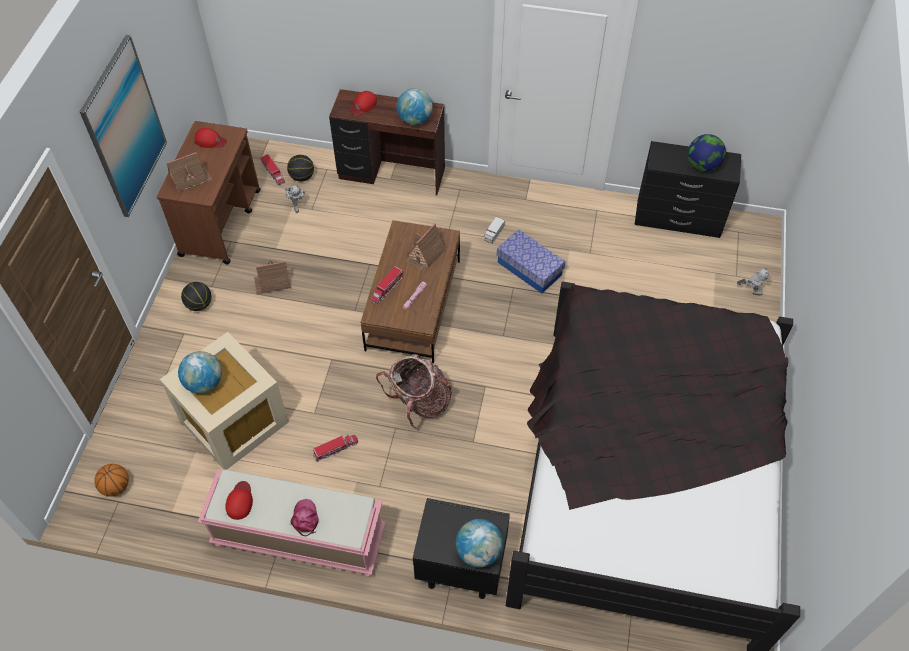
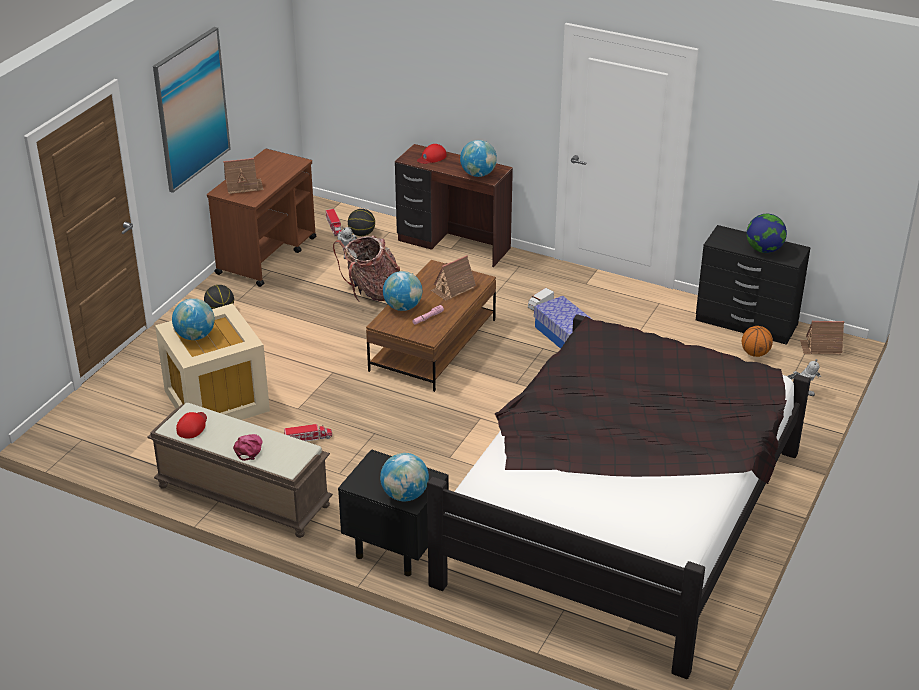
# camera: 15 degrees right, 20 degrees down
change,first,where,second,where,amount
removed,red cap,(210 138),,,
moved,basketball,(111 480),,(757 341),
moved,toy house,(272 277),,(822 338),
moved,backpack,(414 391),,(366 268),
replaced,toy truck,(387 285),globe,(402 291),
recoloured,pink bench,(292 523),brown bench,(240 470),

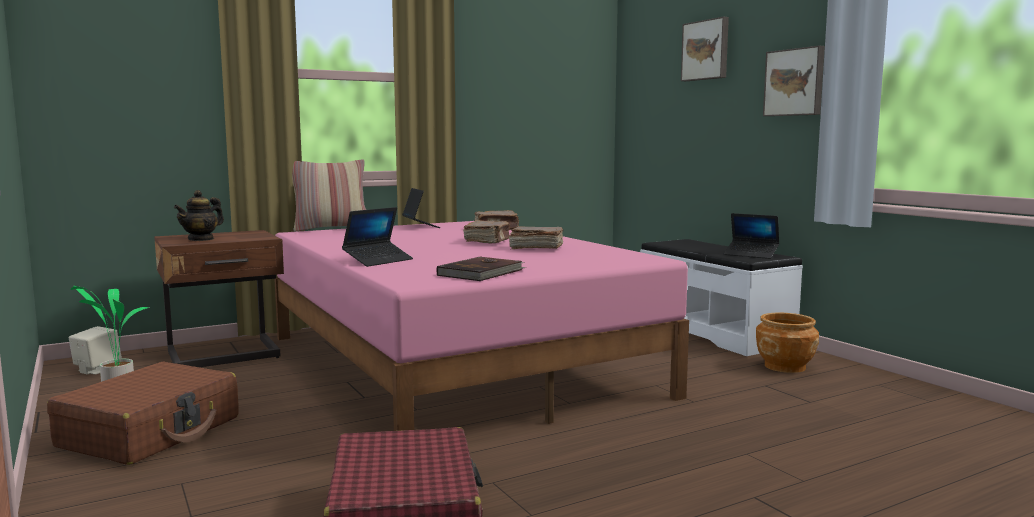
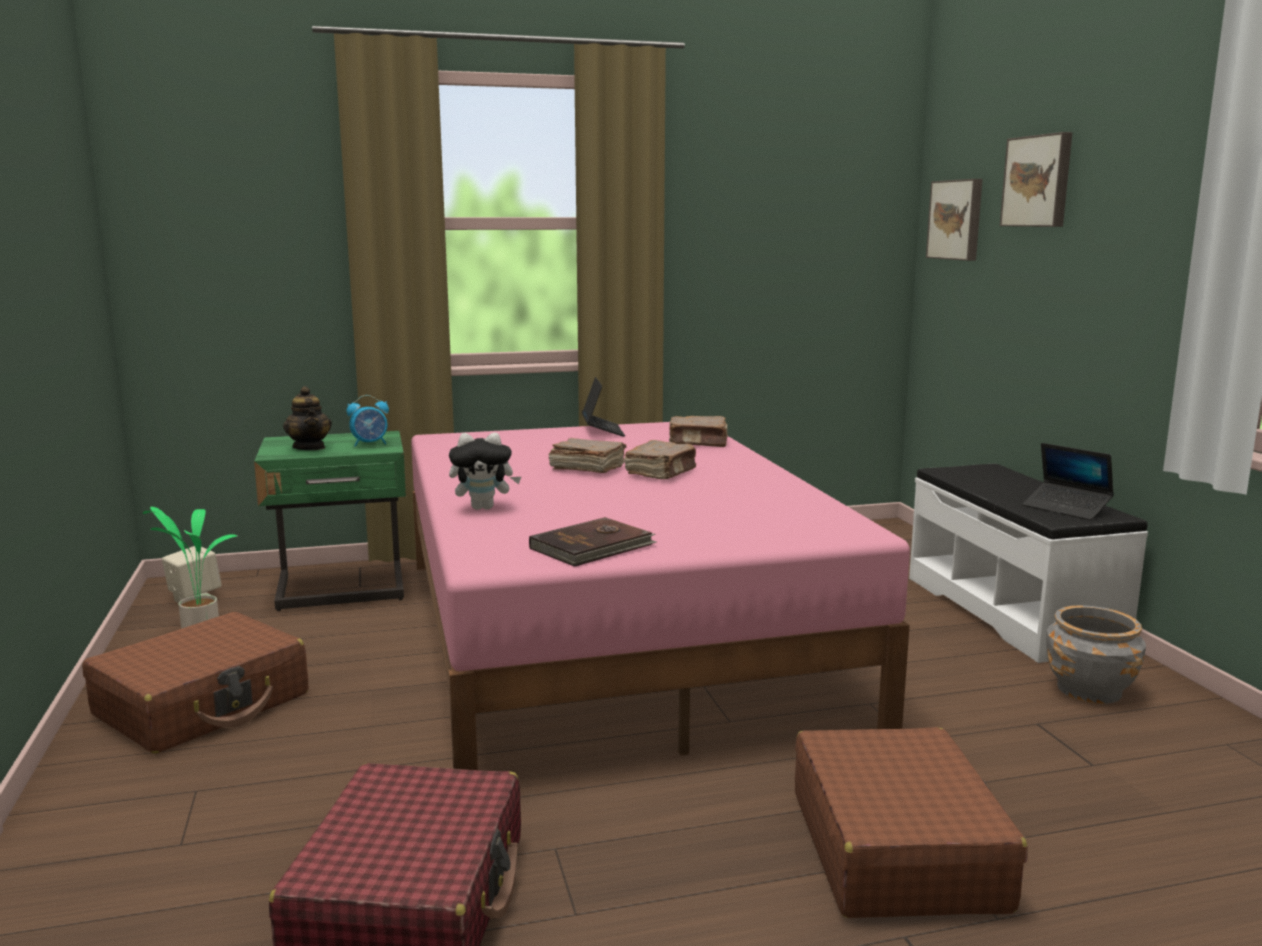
# camera: 15 degrees right, 5 degrees up
change,first,where,second,where,amount
removed,pillow,(329 195),,,
added,,,alarm clock,(368 421),
added,,,brown suitcase,(911 822),
moved,brown book,(536 237),,(587 455),
moved,picture,(794 80),,(954 220),
replaced,laptop,(377 237),plush toy,(485 471),
recoloured,brown nightstand,(219 298),green nightstand,(330 521),
recoloured,brown planter,(787 343),grey planter,(1096 654),
turned,teapot,(199 215),,(307 418),75 degrees counterclockwise

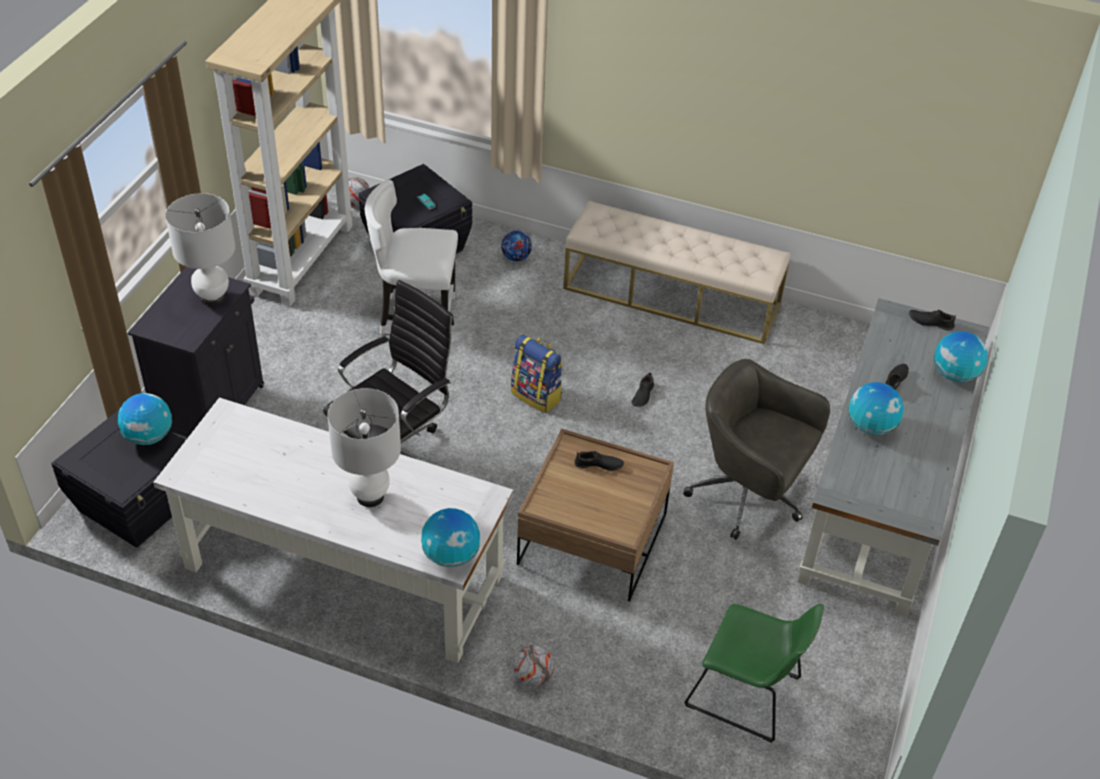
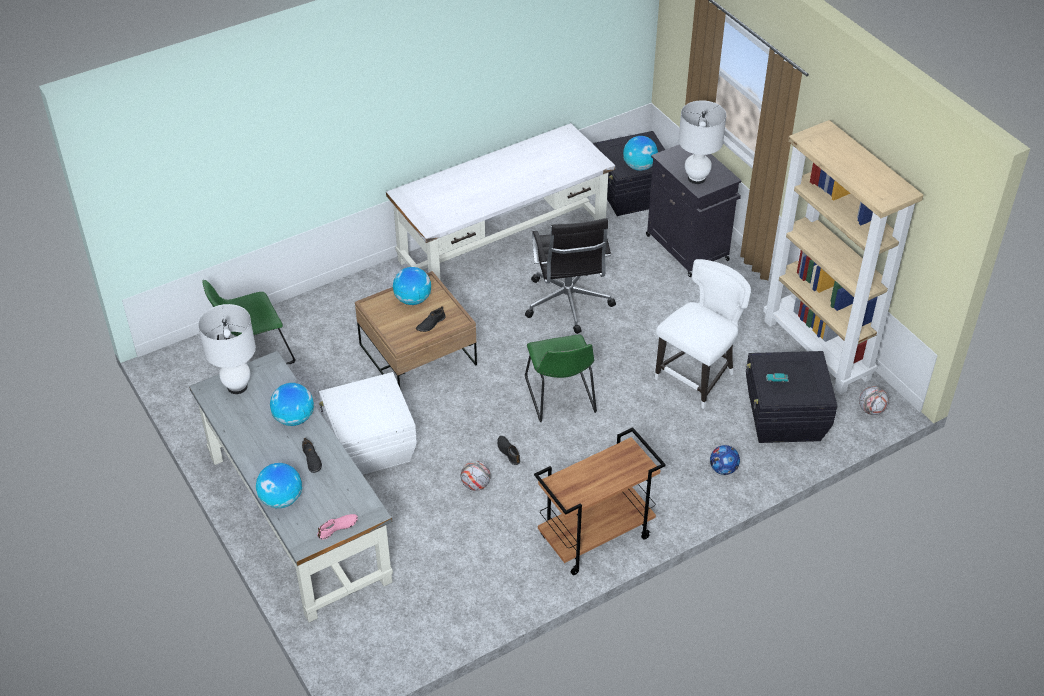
# camera: 130 degrees right, 0 degrees up
change,first,where,second,where,amount
moved,white table lamp,(364 447),,(227 349),
moved,globe,(450 537),,(412 286),
moved,football,(534 666),,(476 476),
replaced,backpack,(537 373),green chair,(561 378),
replaced,beige bench,(677 272),brown cart,(600 501),
replaced,grey office chair,(756 449),white storage box,(368 423),
recoloured,black shoe,(932 320),pink shoe,(337 527),

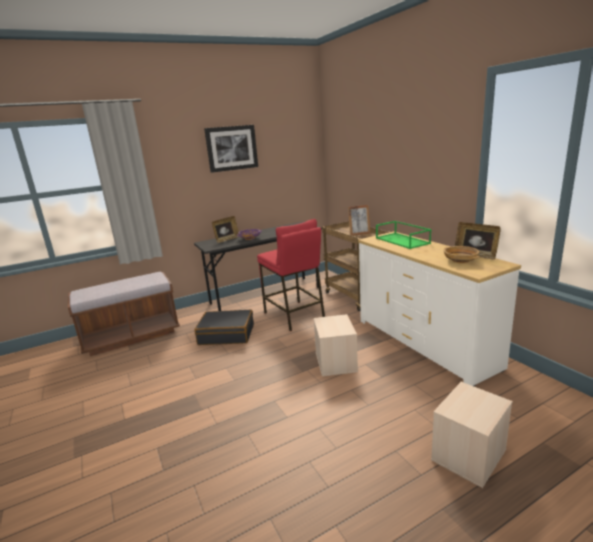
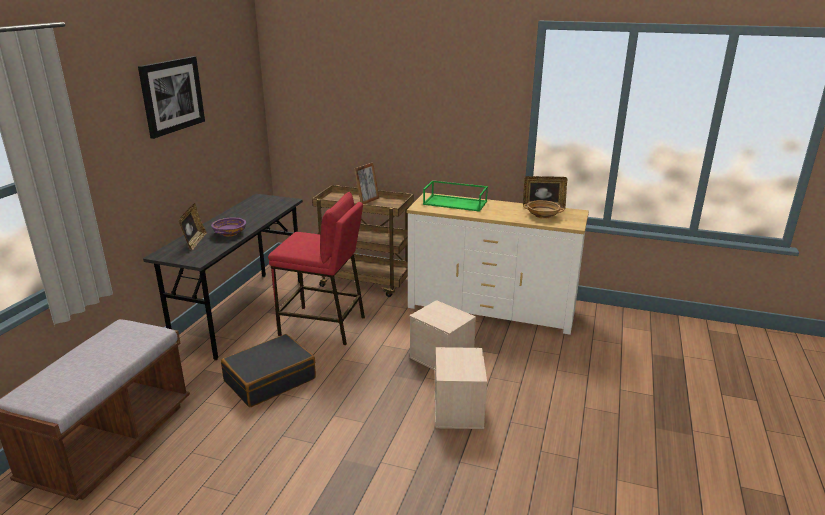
# camera: 45 degrees left, 5 degrees up
change,first,where,second,where,amount
moved,beige storage box,(472 435),,(461 388),

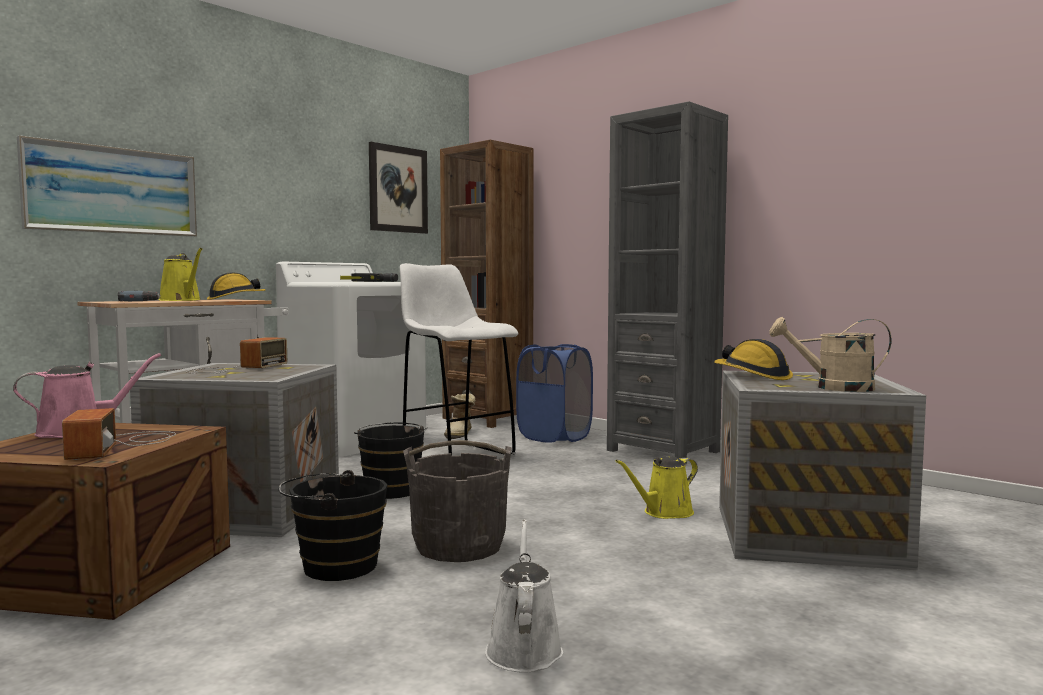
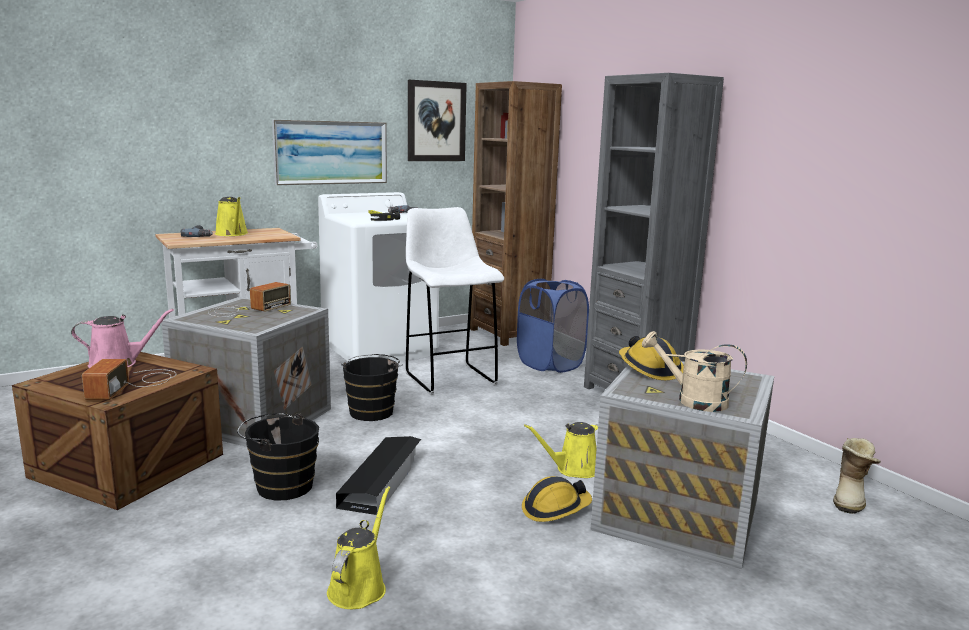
# camera: 15 degrees right, 10 degrees up
change,first,where,second,where,amount
moved,picture,(107 186),,(329 152),
moved,hard hat,(236 286),,(557 499),
moved,boot,(460 416),,(857 476),
replaced,grey bucket,(457 501),black storage box,(378 475),
recoloured,white watering can,(524 596),yellow watering can,(358 547),

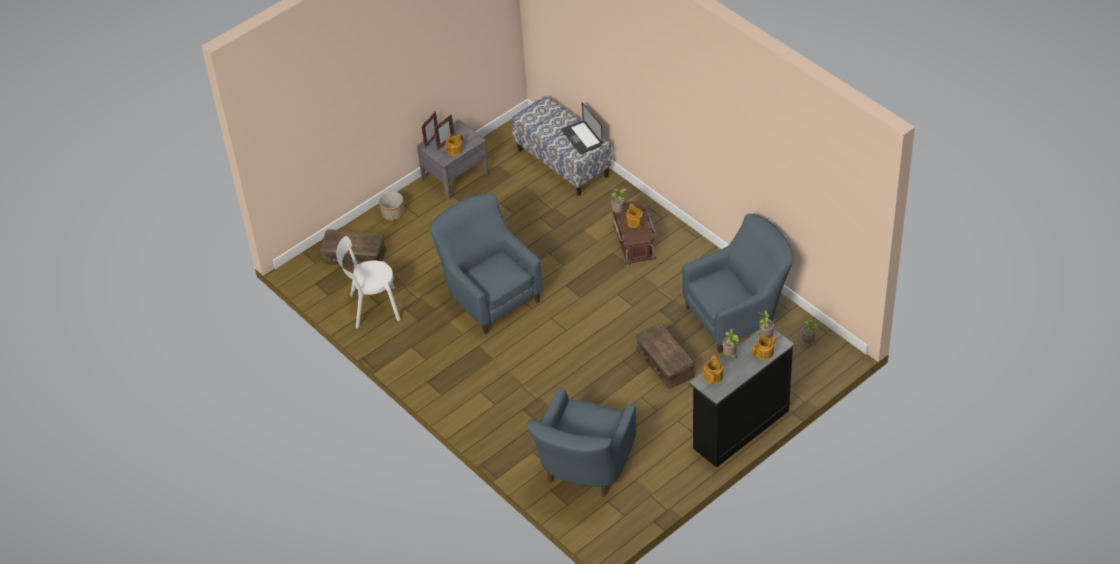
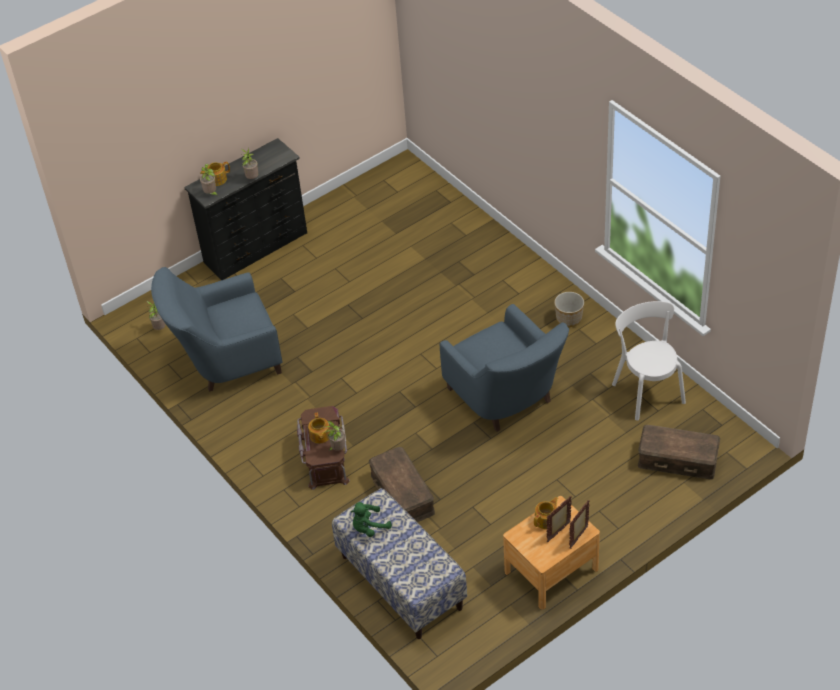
# camera: 175 degrees left, 0 degrees up
change,first,where,second,where,amount
removed,blue armchair,(581 442),,,
removed,teapot,(713 369),,,
moved,planter,(391 206),,(569 309),
moved,brown storage box,(665 356),,(402 484),
replaced,laptop,(582 128),green plush toy,(371 519),
recoloured,grey nightstand,(453 160),brown nightstand,(551 553),
turned,white chair,(368 282),,(649 361),105 degrees counterclockwise

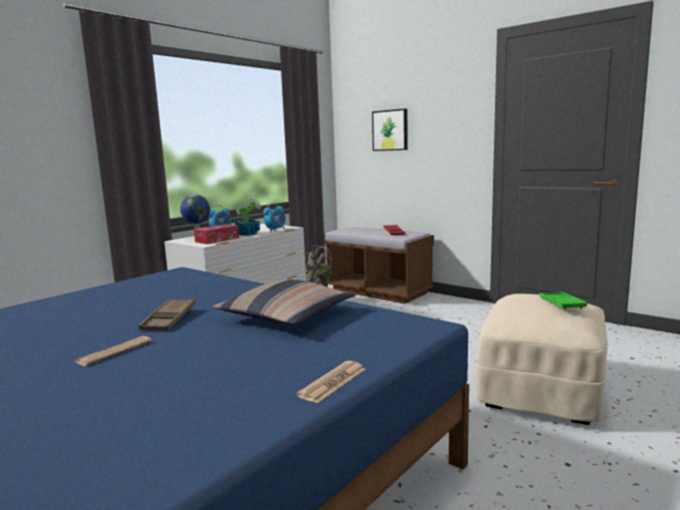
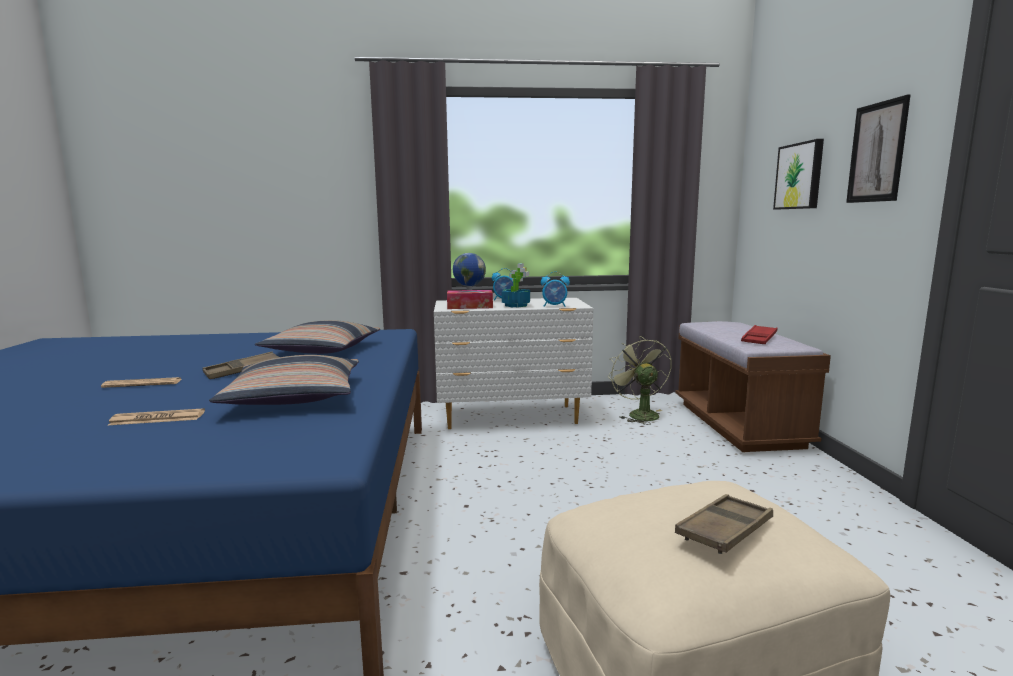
# camera: 45 degrees right, 0 degrees up
change,first,where,second,where,amount
added,,,pillow,(317 337),
added,,,picture,(878 148),
moved,newspaper,(331 382),,(156 417),
recoloured,green tray,(563 301),brown tray,(724 524),

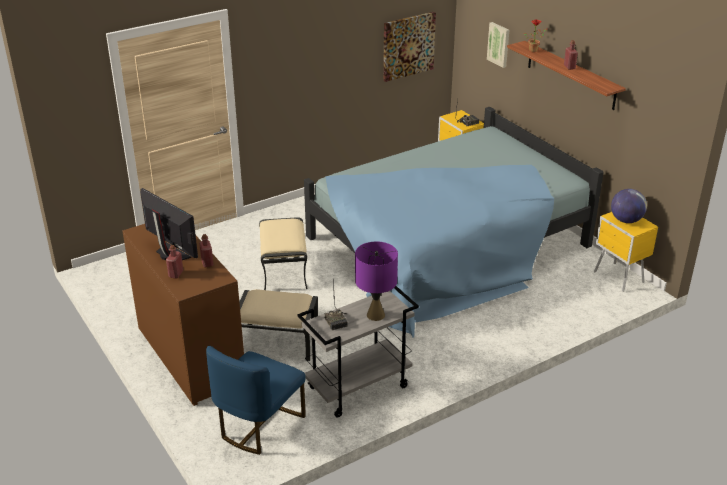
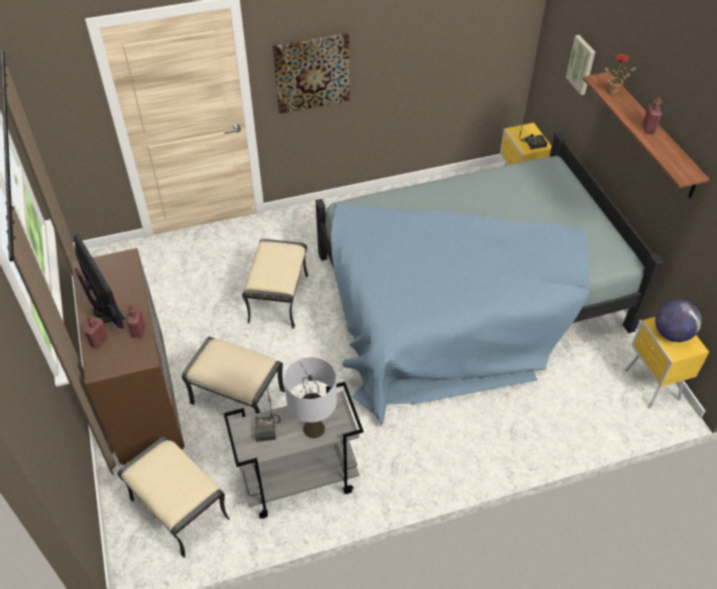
# camera: 15 degrees right, 15 degrees up
change,first,where,second,where,amount
moved,picture,(409 47),,(311 73),
replaced,blue chair,(256 400),beige ottoman,(173 497),
recoloured,purple table lamp,(376 281),grey table lamp,(310 397),

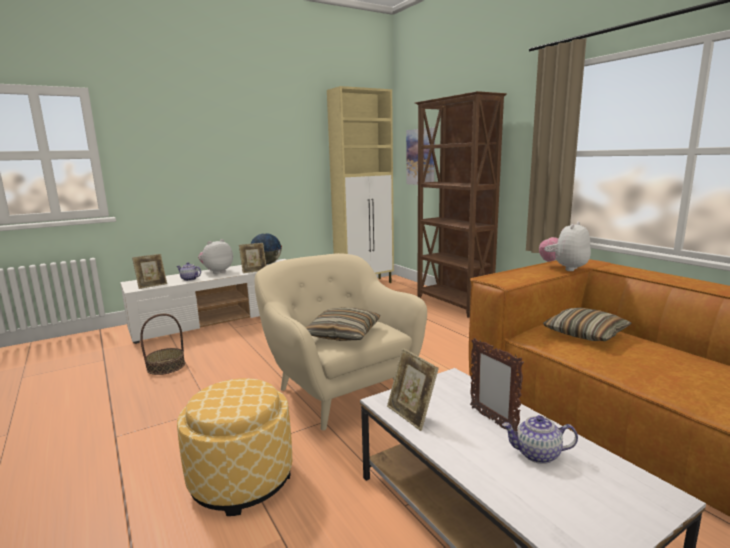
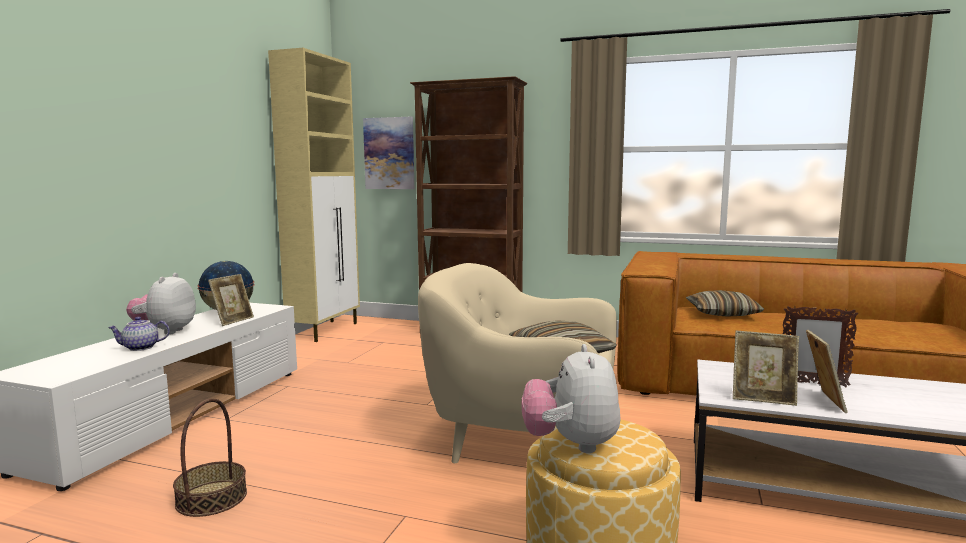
# camera: 40 degrees left, 5 degrees down
change,first,where,second,where,amount
removed,teapot,(540 439),,,
moved,picture frame,(149 271),,(826 371),
moved,plush toy,(565 246),,(571 398),

